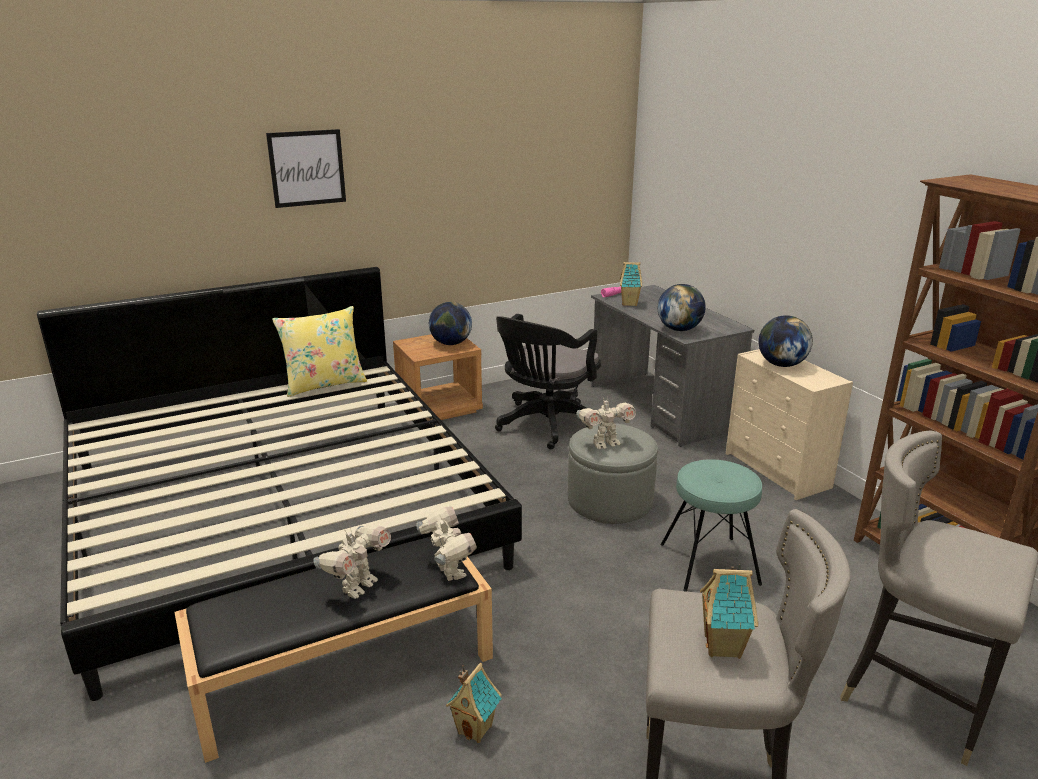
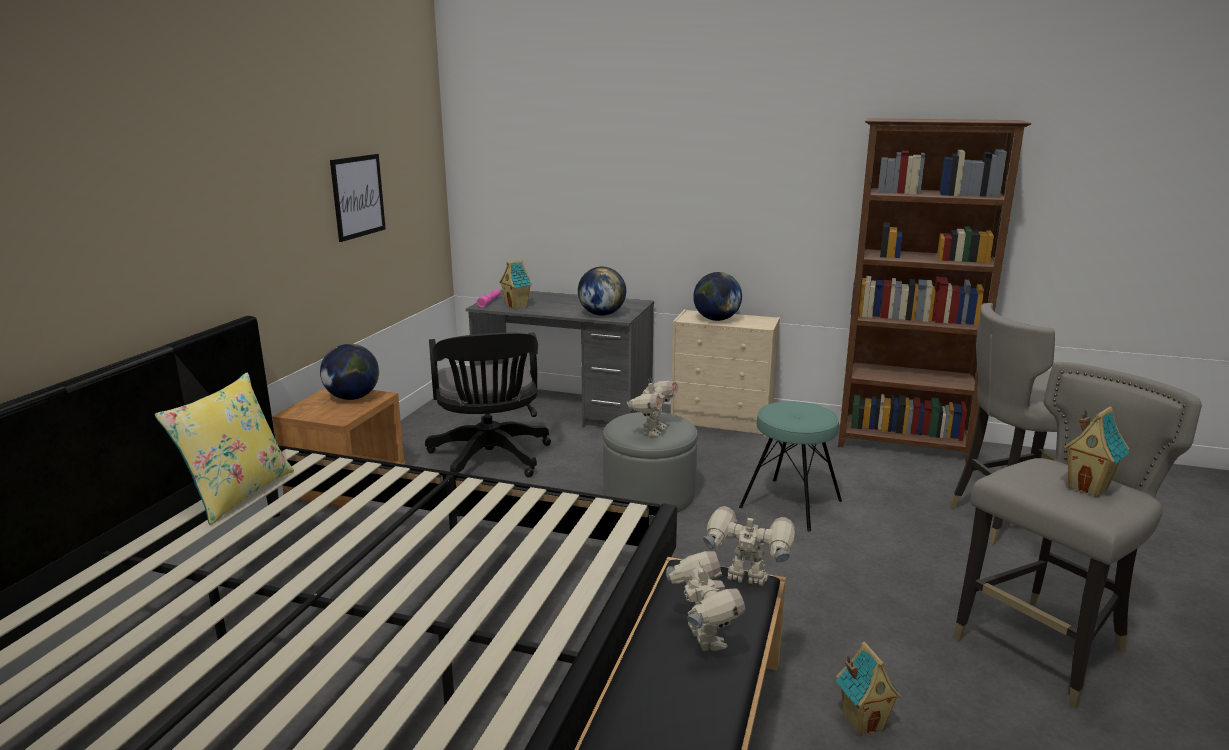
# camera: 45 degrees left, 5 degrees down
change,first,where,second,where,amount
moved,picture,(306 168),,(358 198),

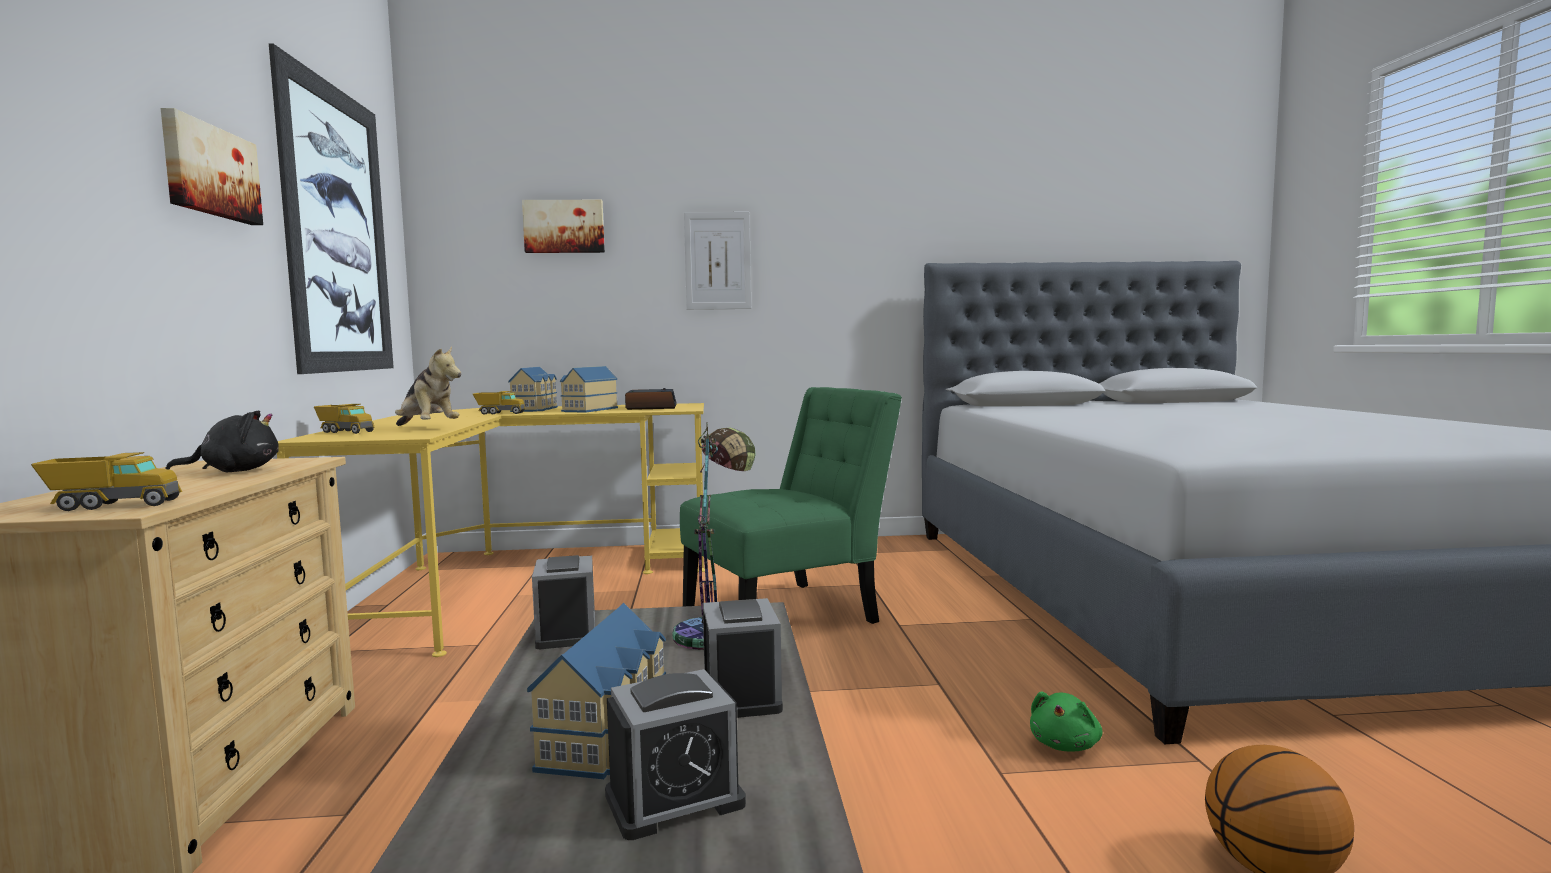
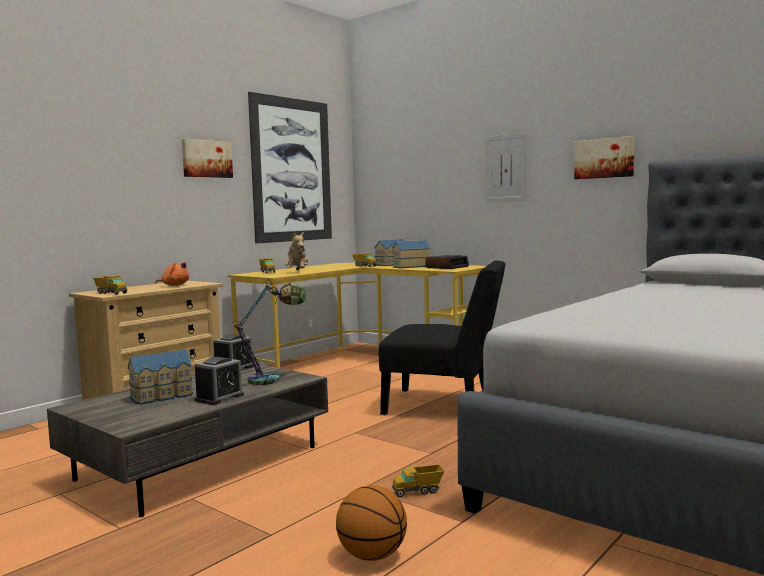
# camera: 45 degrees right, 0 degrees up
change,first,where,second,where,amount
removed,alarm clock,(675 754),,,
moved,picture,(563 226),,(604 157),
replaced,green plush toy,(1066 721),toy truck,(418 481),
recoloured,black plush toy,(222 441),orange plush toy,(172 274),
recoloured,green chair,(791 505),black chair,(442 338),

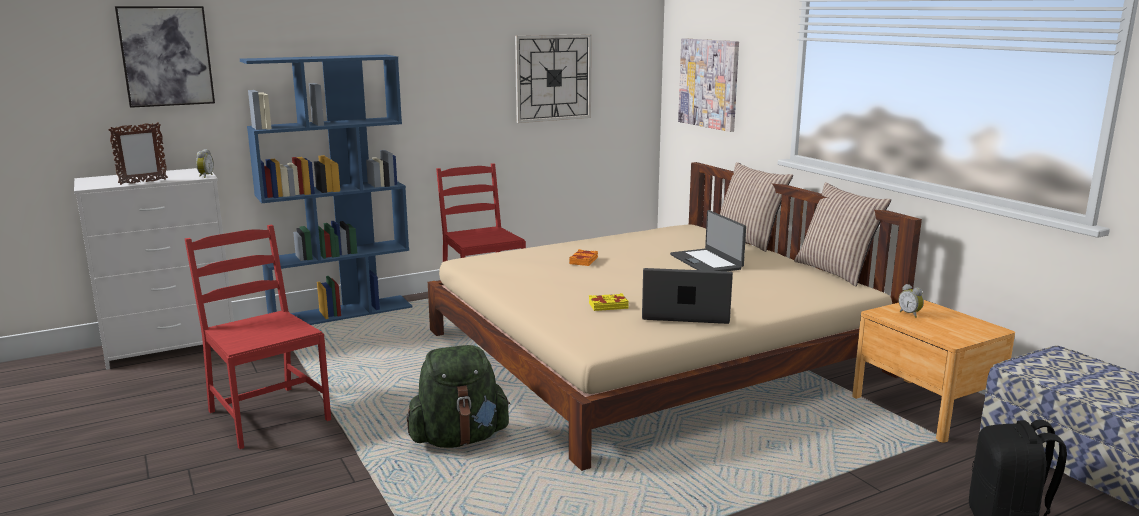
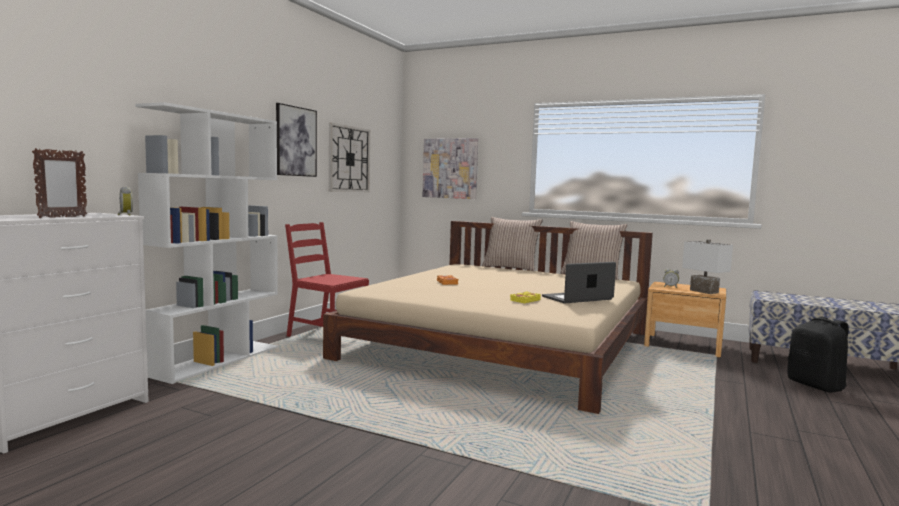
# camera: 35 degrees left, 10 degrees down
change,first,where,second,where,amount
removed,red chair,(258 336),,,
removed,green backpack,(458 396),,,
removed,laptop,(708 240),,,
added,,,white table lamp,(707 266),
moved,picture,(165 57),,(296 140),
recoloured,blue bookcase,(326 190),white bookcase,(206 243),

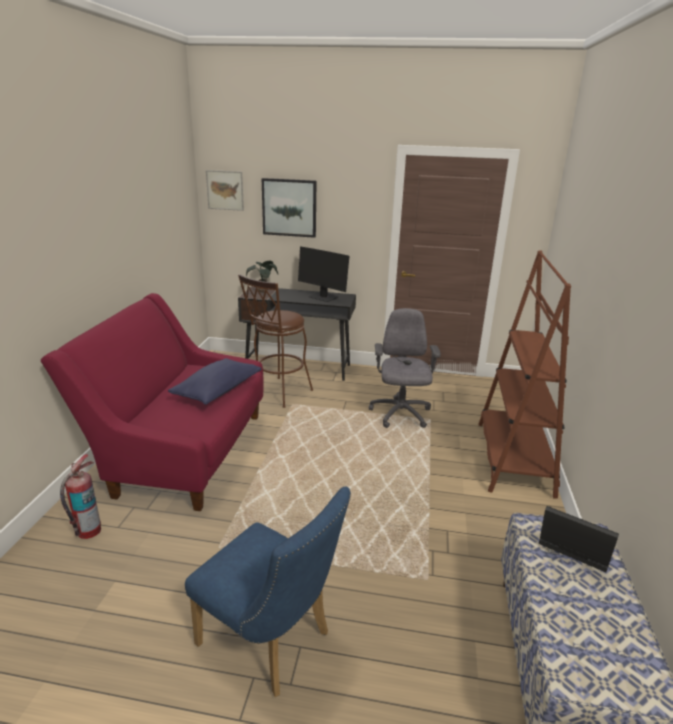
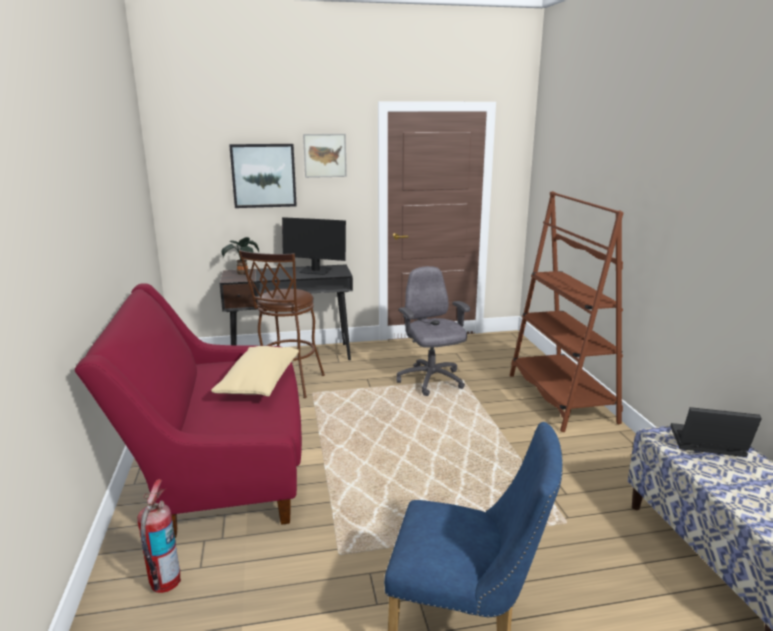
# camera: 20 degrees left, 5 degrees down
change,first,where,second,where,amount
moved,picture,(225 190),,(325 156),
recoloured,blue pillow,(214 381),beige pillow,(255 371),

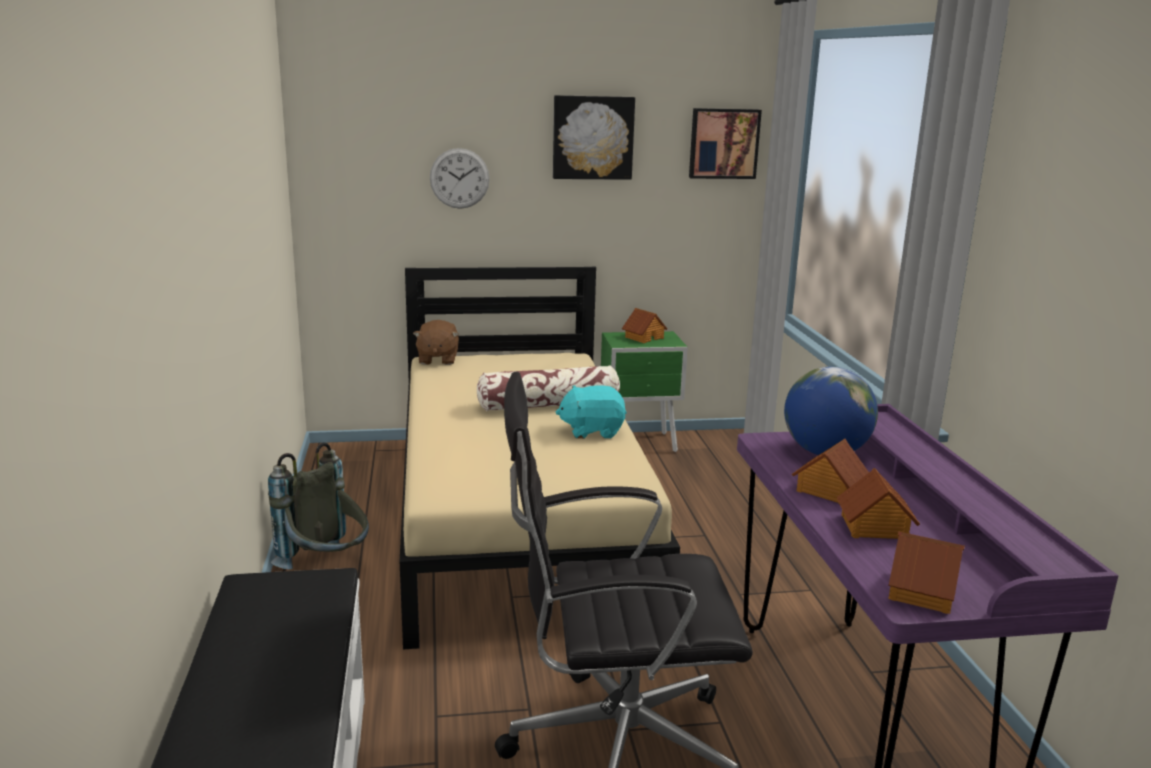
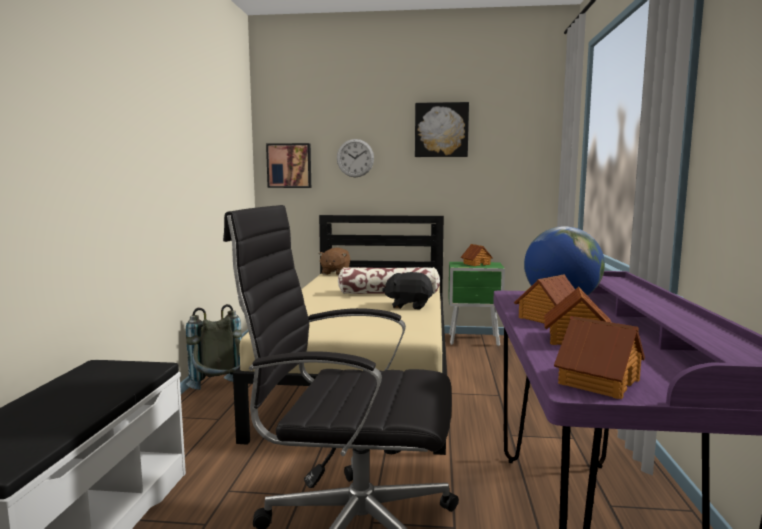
# camera: 15 degrees right, 10 degrees down
change,first,where,second,where,amount
moved,picture,(725 143),,(288 165),
recoloured,turquoise plush toy,(591 412),black plush toy,(408 291),

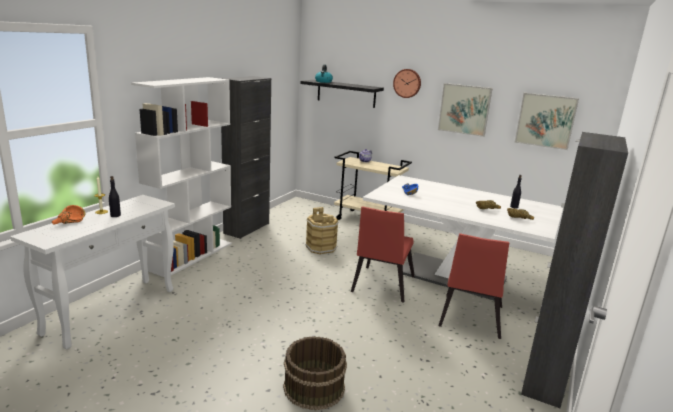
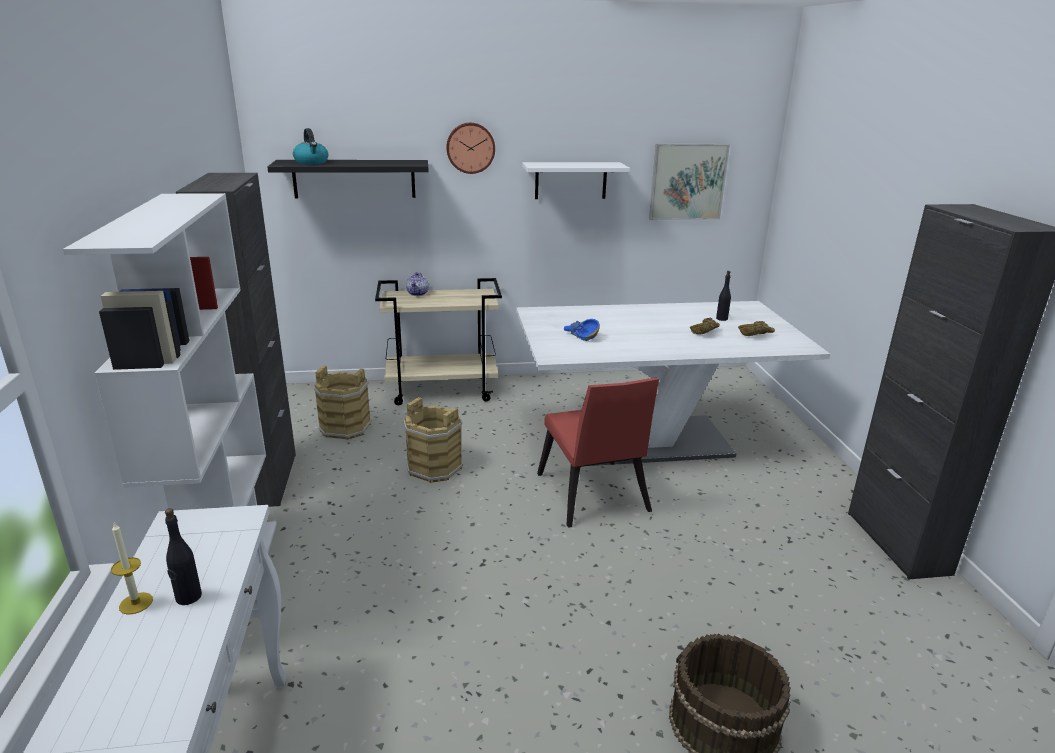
# camera: 35 degrees left, 5 degrees up
change,first,where,second,where,amount
removed,orange bowl,(68 215),,,
removed,red chair,(474 286),,,
added,,,brown bucket,(343 402),
replaced,picture,(465 110),white shelf,(576 180),

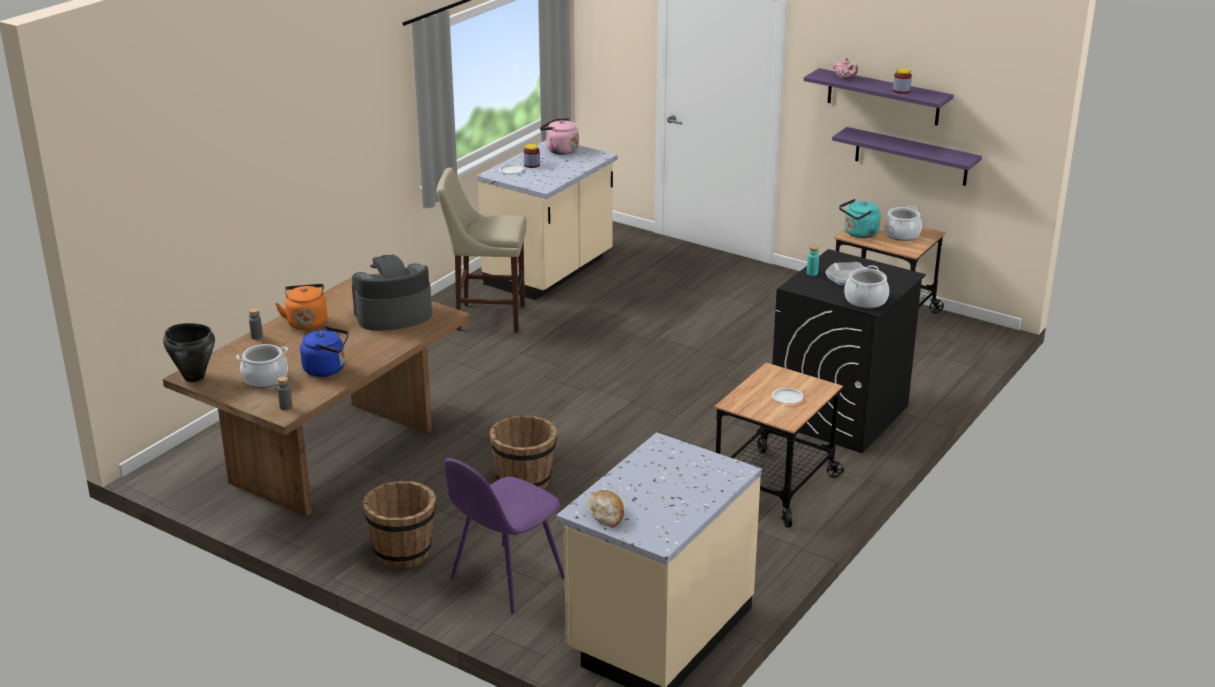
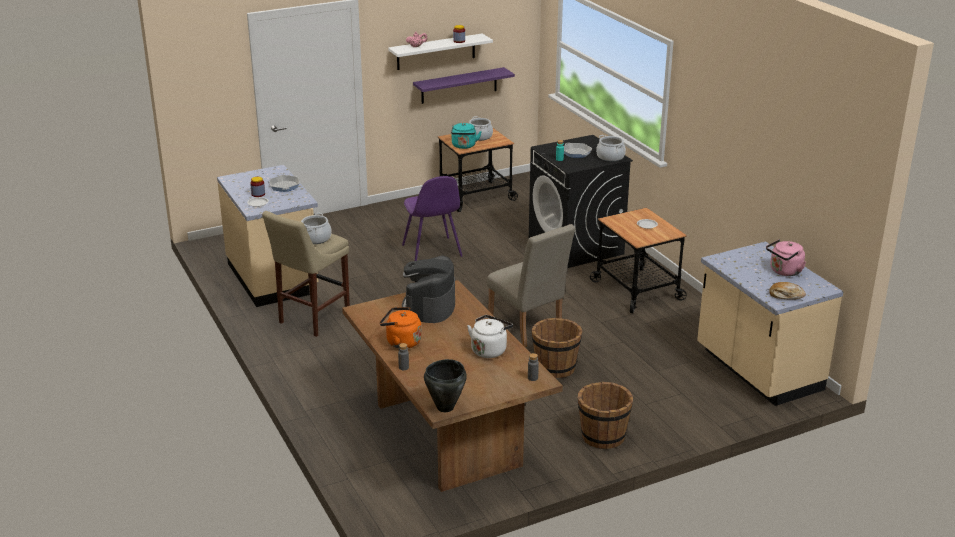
# camera: 60 degrees left, 0 degrees up
change,first,where,second,where,amount
added,,,frying pan,(284 183),
added,,,beige chair,(531 285),
moved,cooking pot,(262 366),,(316 228),
moved,purple chair,(504 536),,(432 218),
moved,pink kettle,(559 136),,(786 257),
recoloured,blue kettle,(324 351),white kettle,(490 336),
recoloured,purple shelf,(879 97),white shelf,(440 52),

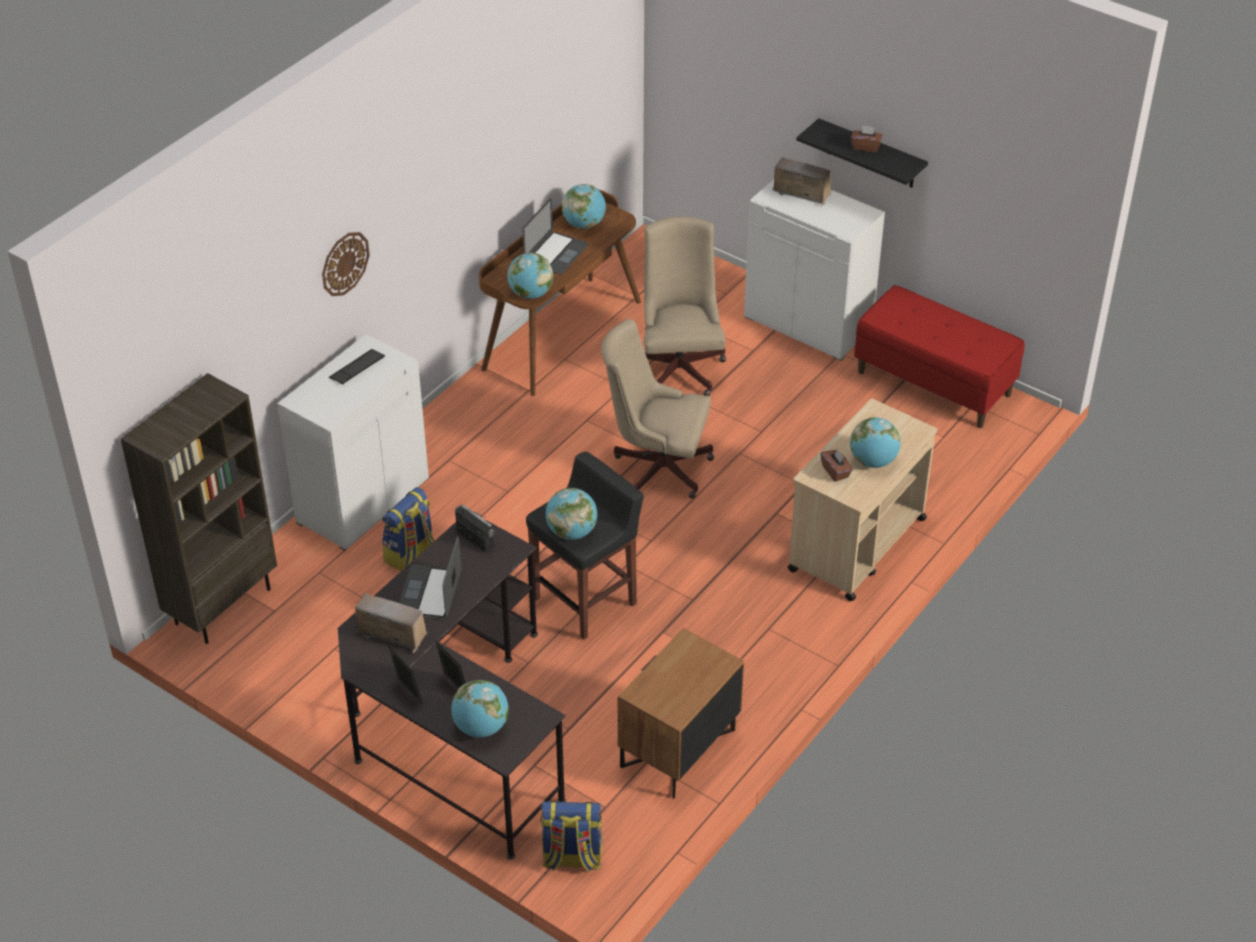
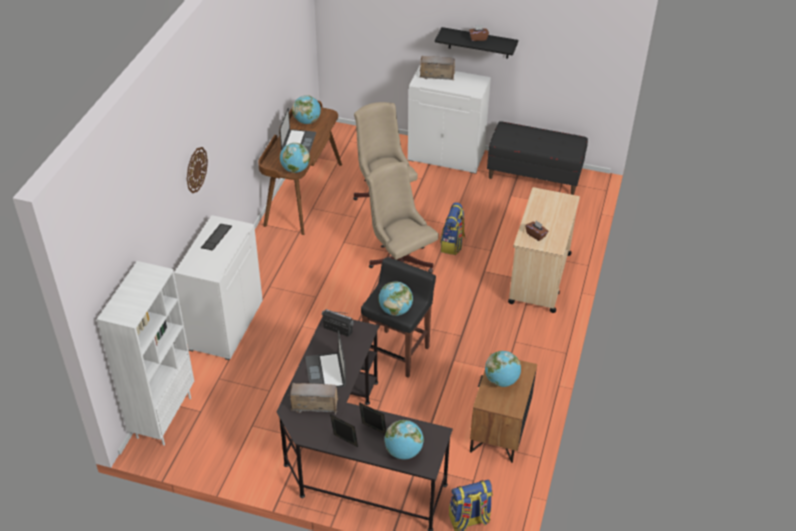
# camera: 20 degrees left, 0 degrees up
change,first,where,second,where,amount
moved,backpack,(408 529),,(452 228),
moved,globe,(875 442),,(503 369),
recoloured,brown bookcase,(199 508),white bookcase,(145 353),
recoloured,red bench,(939 356),black bench,(537 158),
turned,beige office chair,(657 409),,(402 217),60 degrees clockwise

